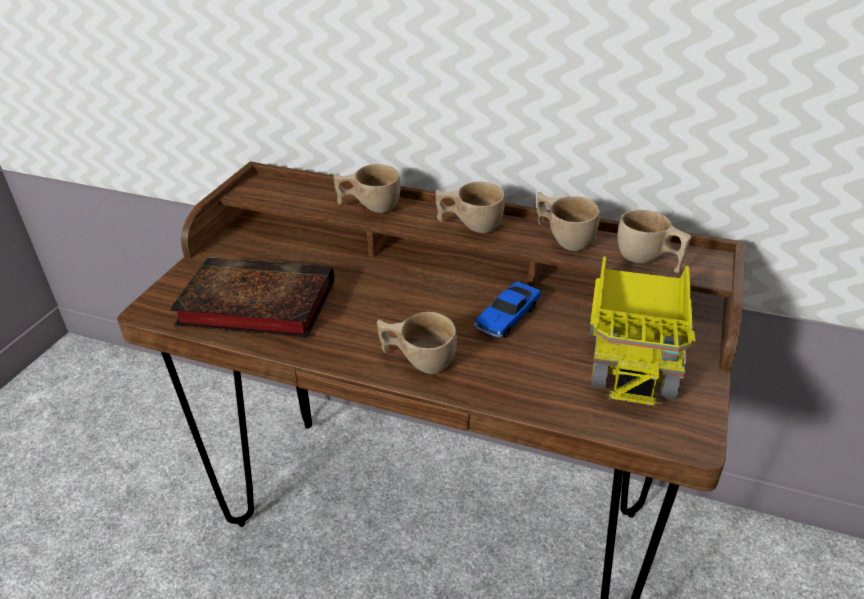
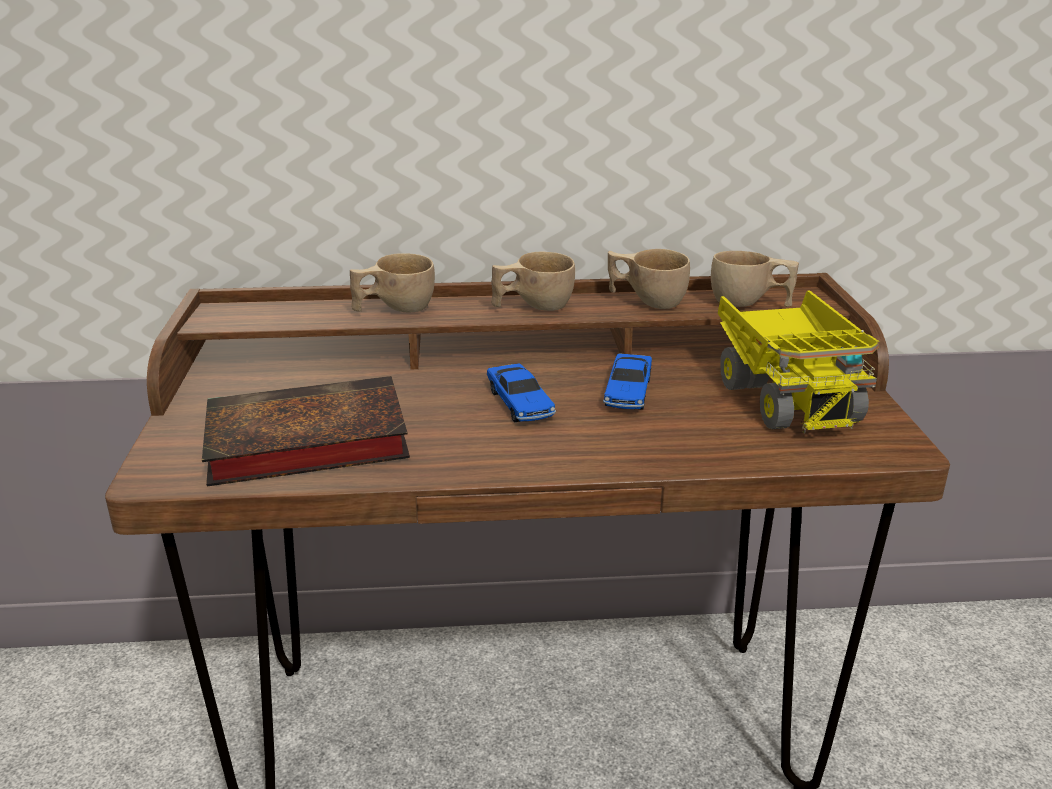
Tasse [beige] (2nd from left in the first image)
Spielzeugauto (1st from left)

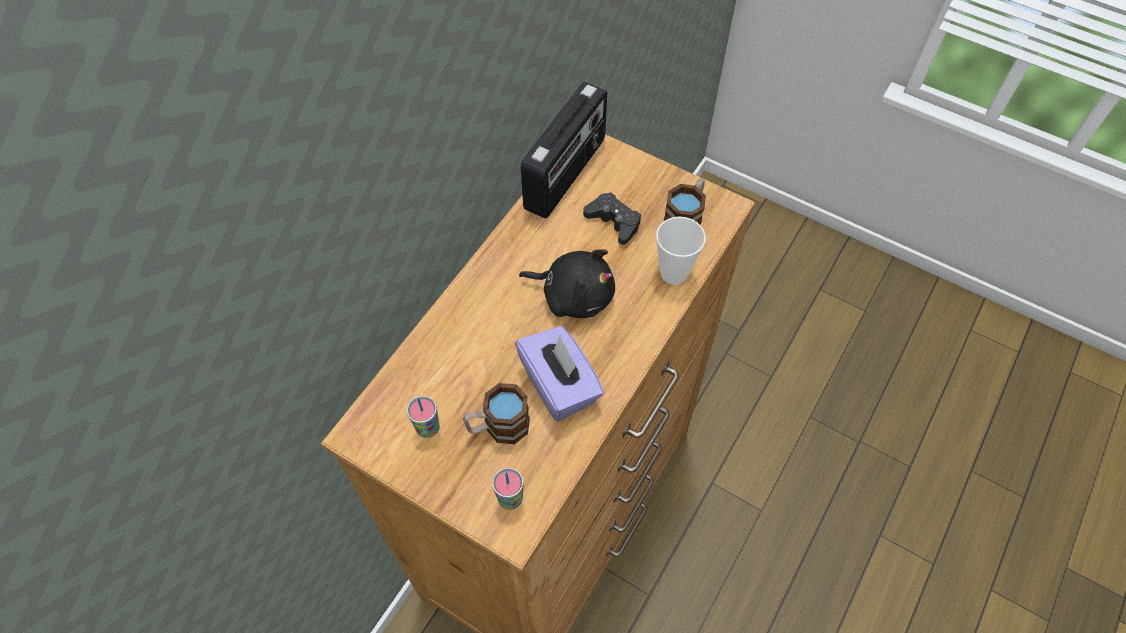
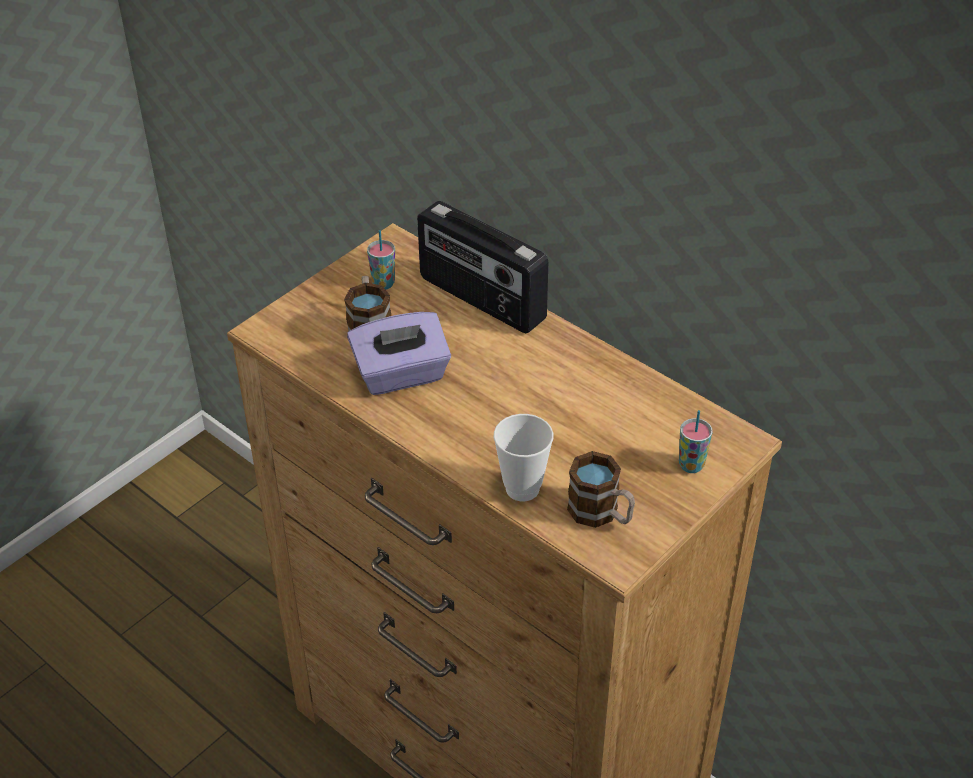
Plüschtier [schwarz]
Gamepad [schwarz]
Tasse (3rd from left)
Radio

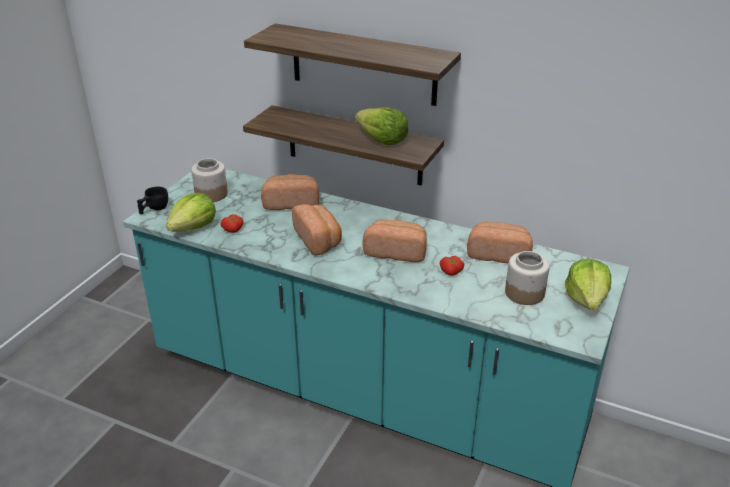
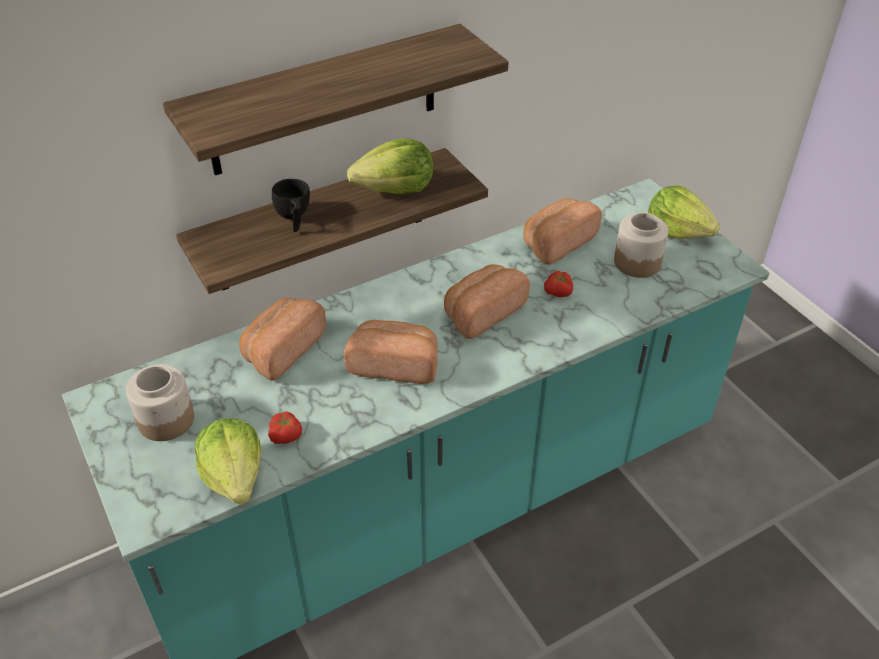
Tasse [schwarz]

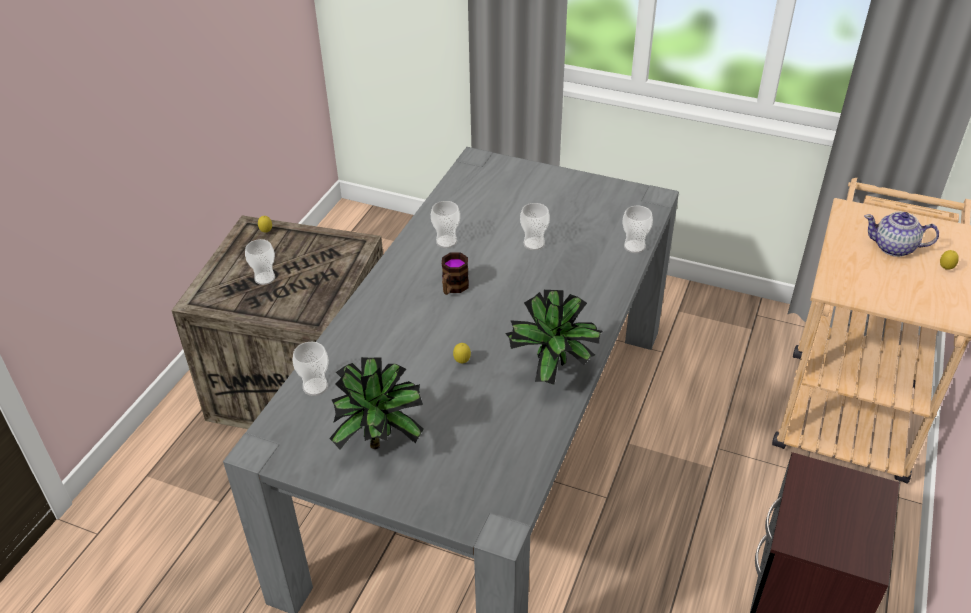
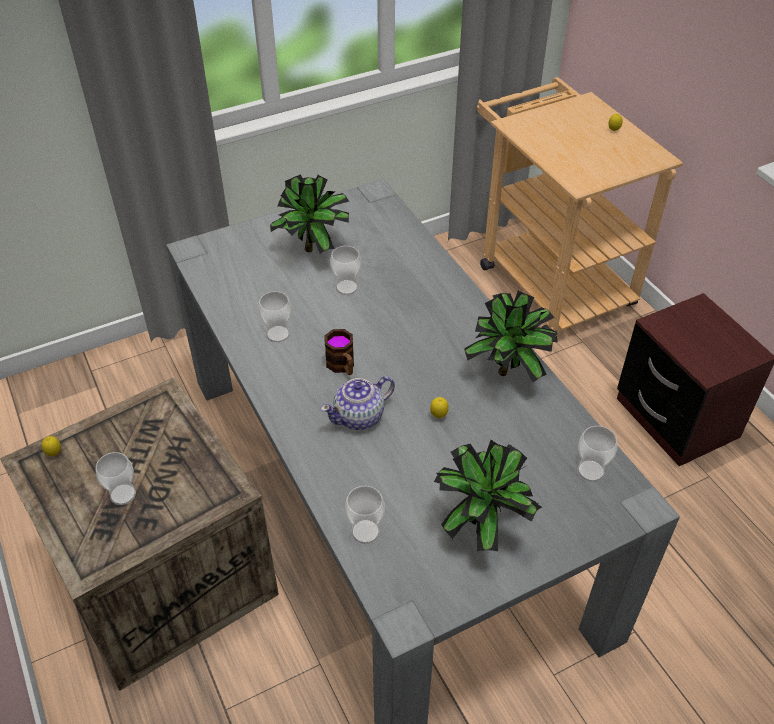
Topfpflanze (1st from left)
Tasse (5th from left)
Teekanne

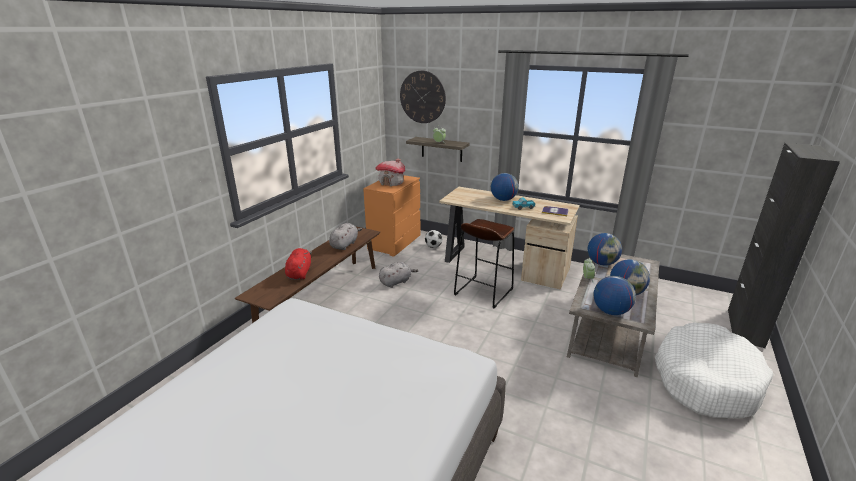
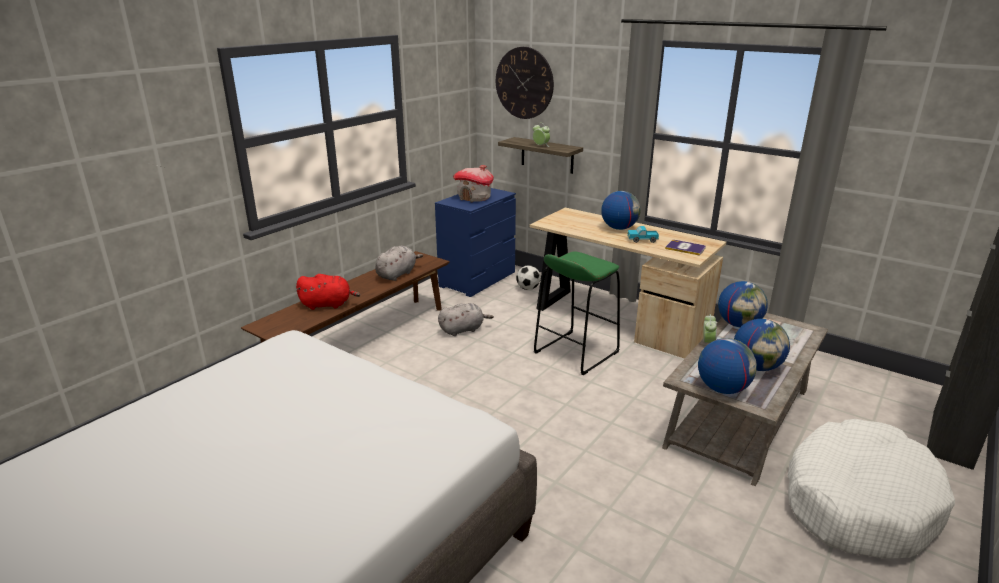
Kommode [blau]
Hocker [grün]
Plüschtier [rot]

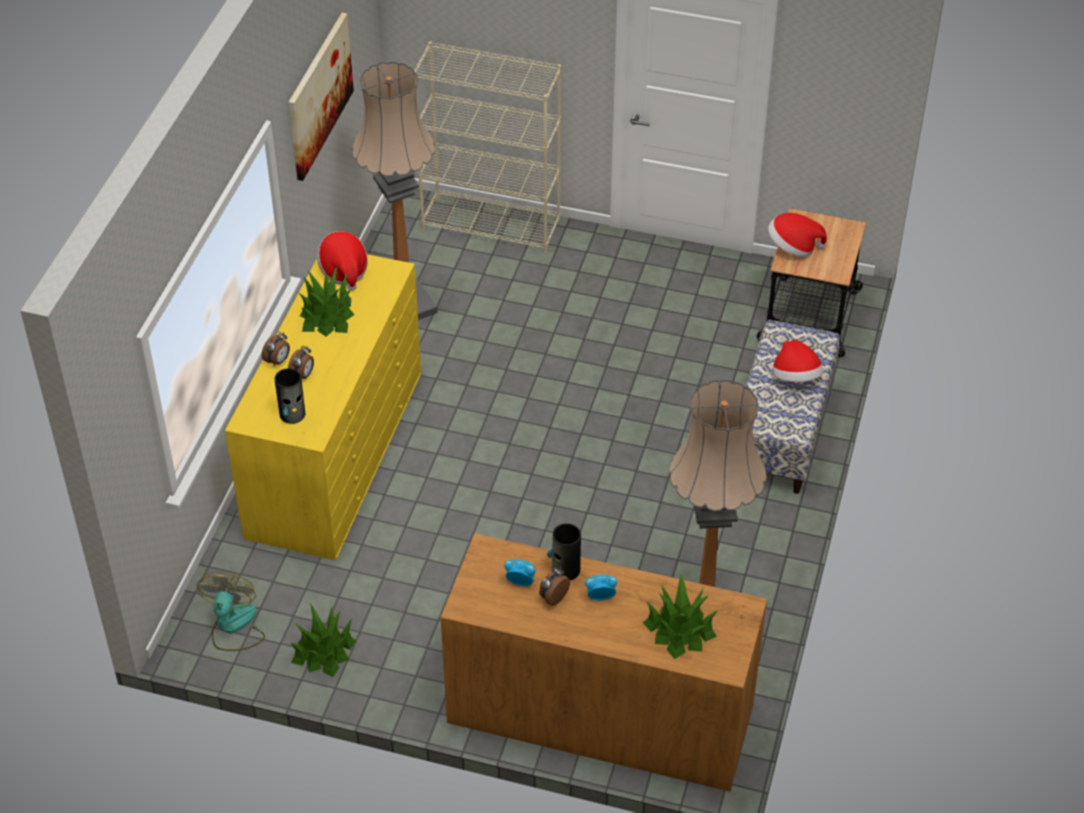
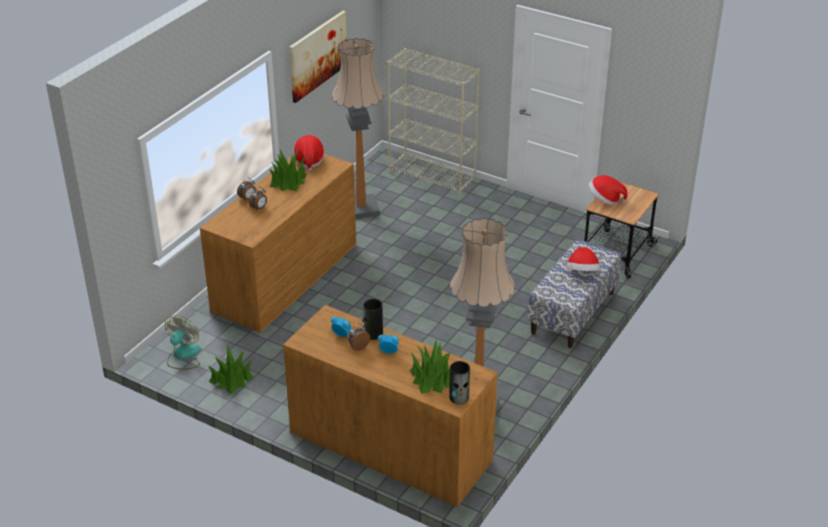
Vase (2nd from left)
Kommode [braun] (1st from left)

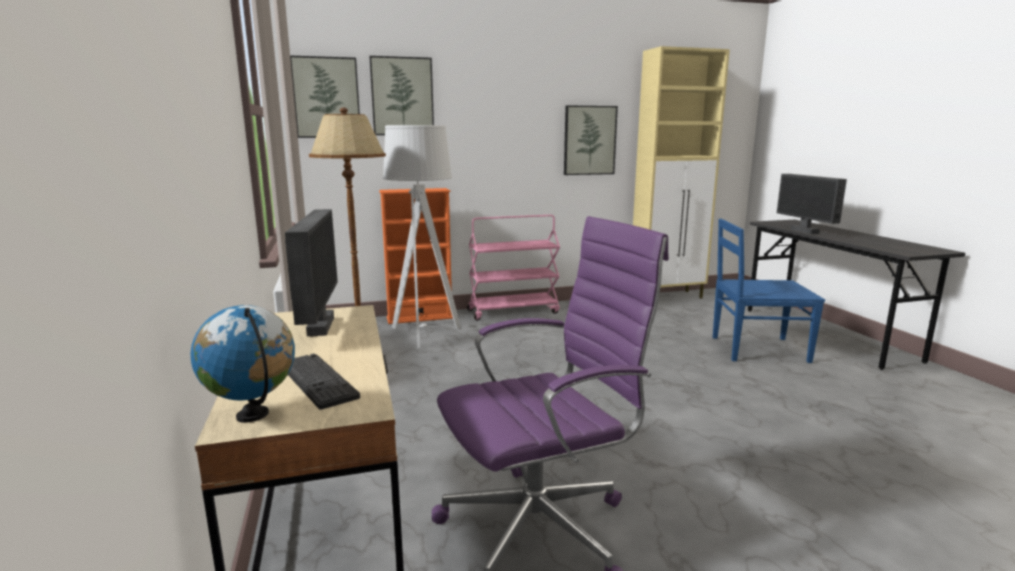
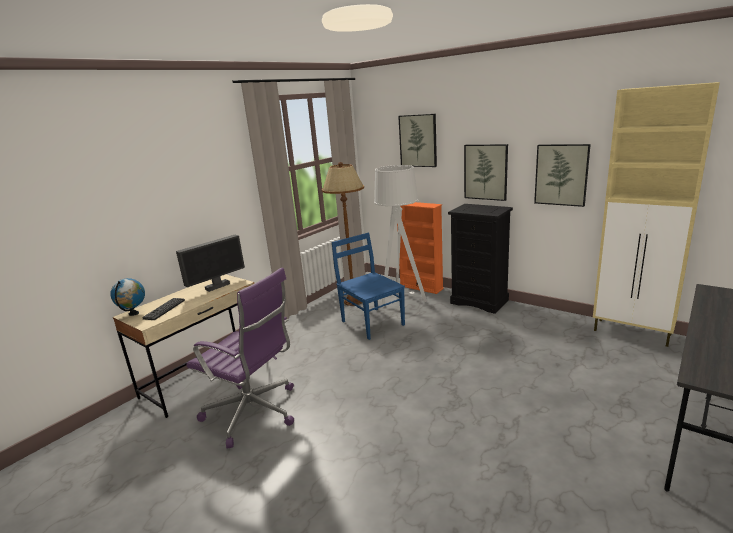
Monitor (2nd from left in the first image)
Bild (2nd from left)
Stuhl [blau]
Kommode [schwarz]

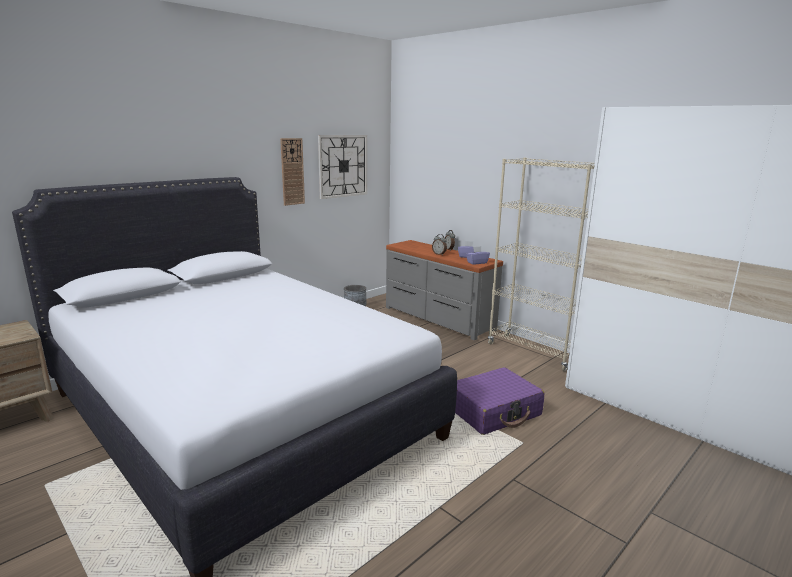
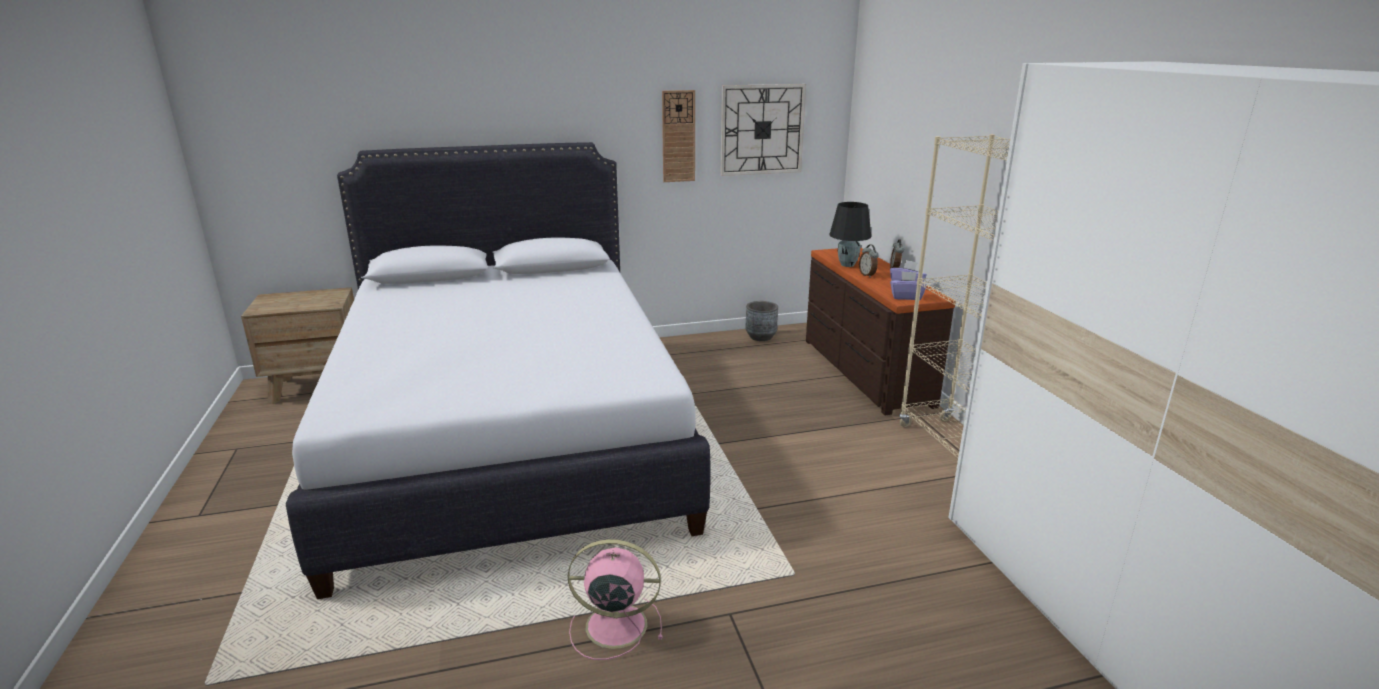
Koffer [lila]
Ventilator [rosa]
Tischlampe [schwarz]
Kommode [braun]

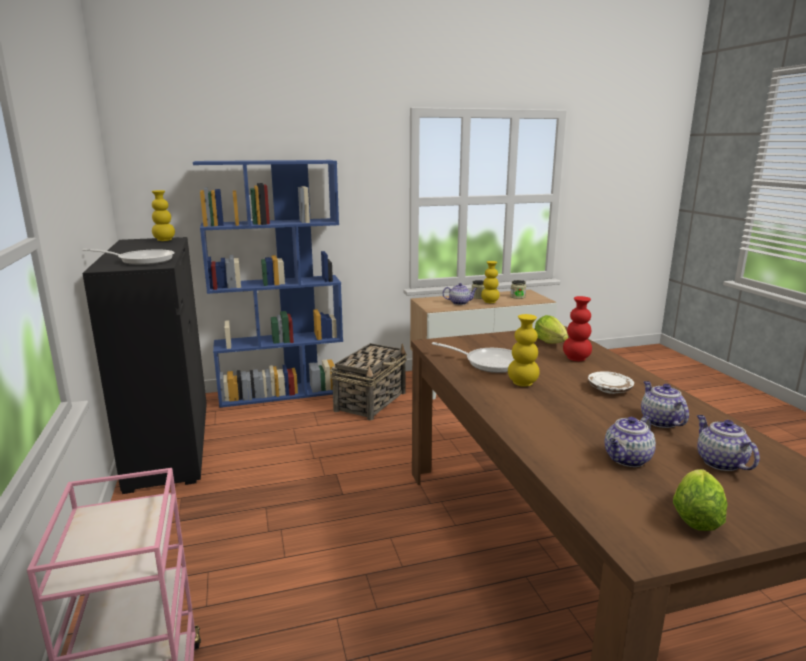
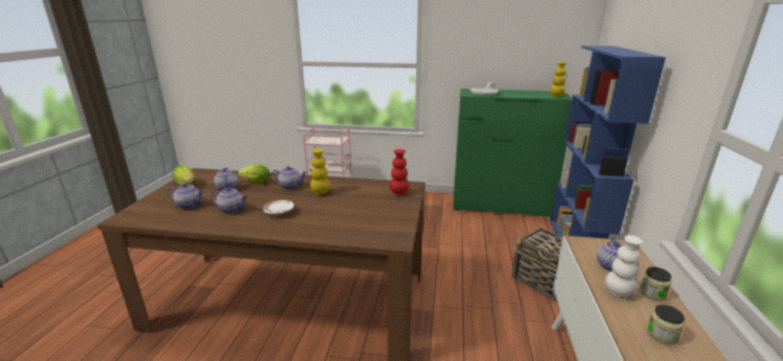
Pfanne (2nd from left in the first image)
Teekanne (4th from left)
Salatkopf (2nd from left)
Vase [rot]
Kommode [grün]
Vase [weiß]

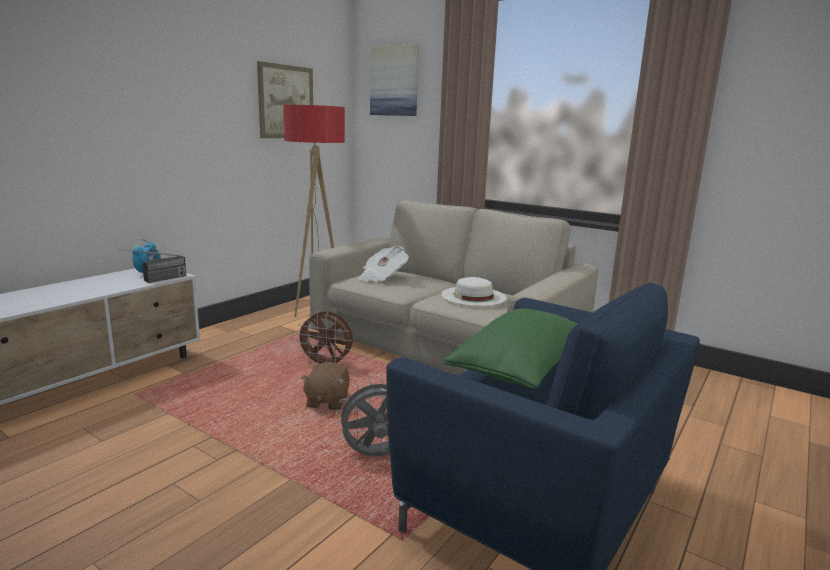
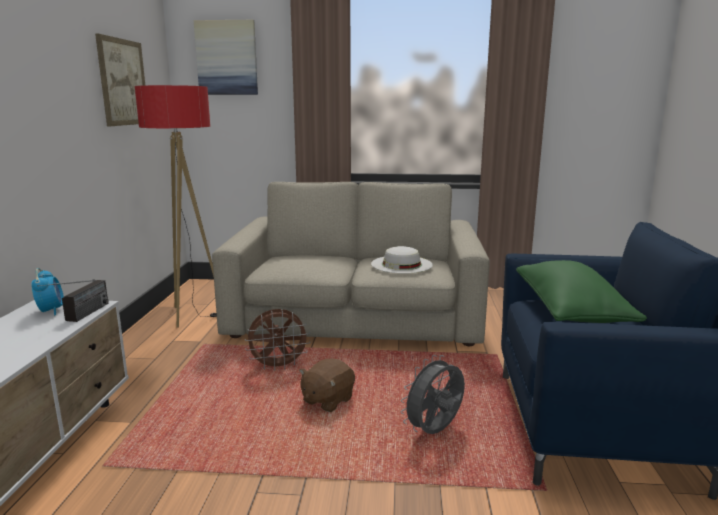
Zeitung
Plüschtier [braun]

